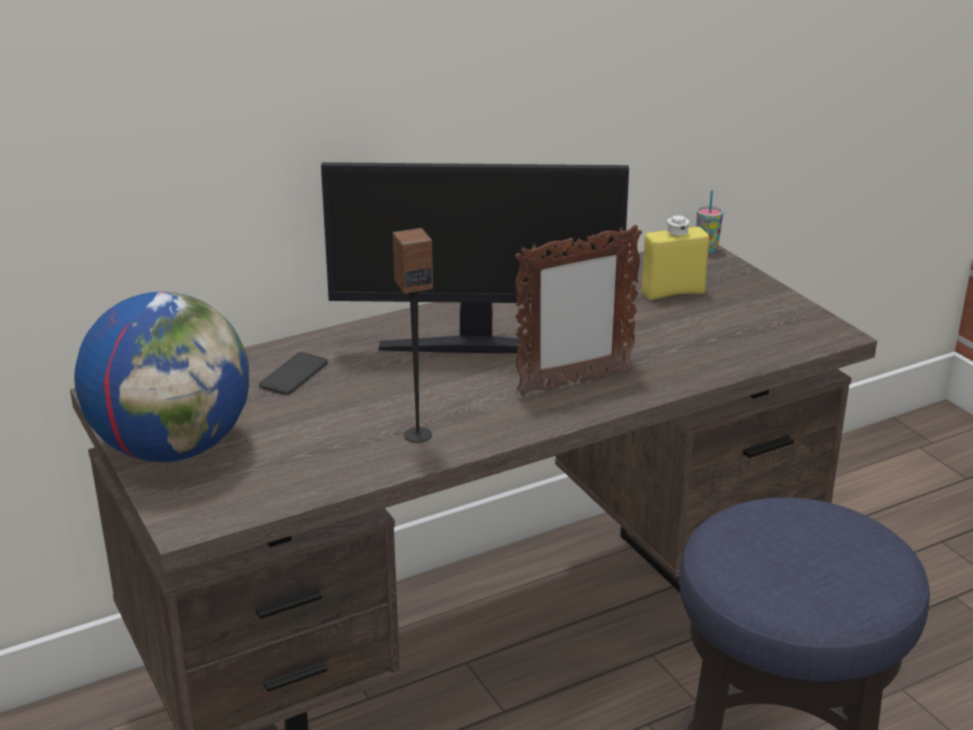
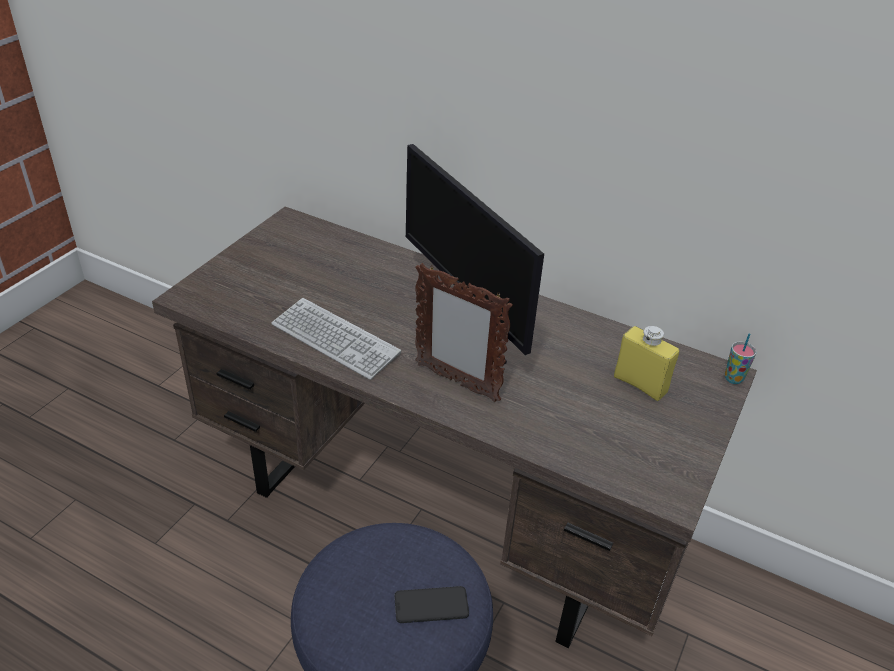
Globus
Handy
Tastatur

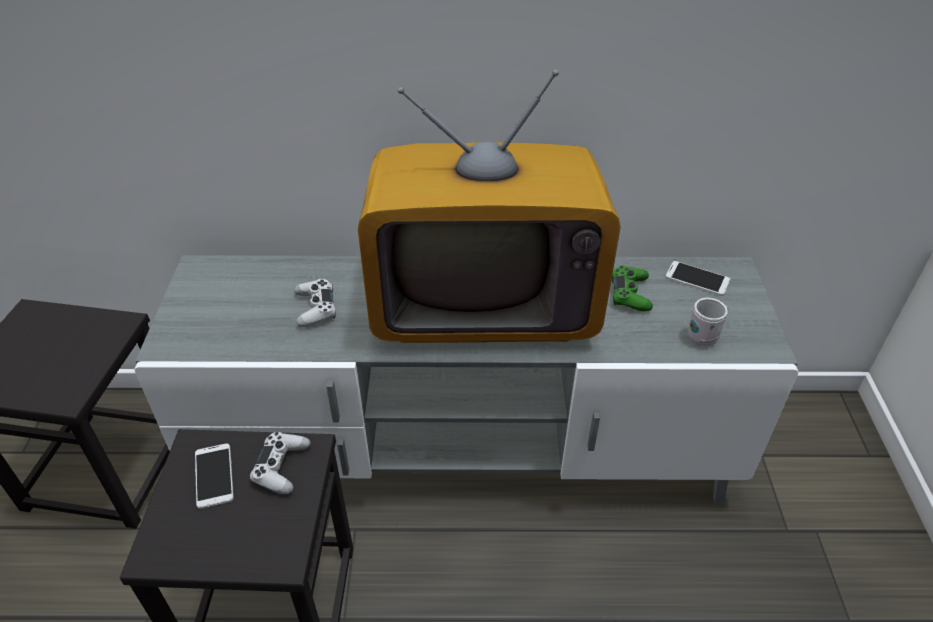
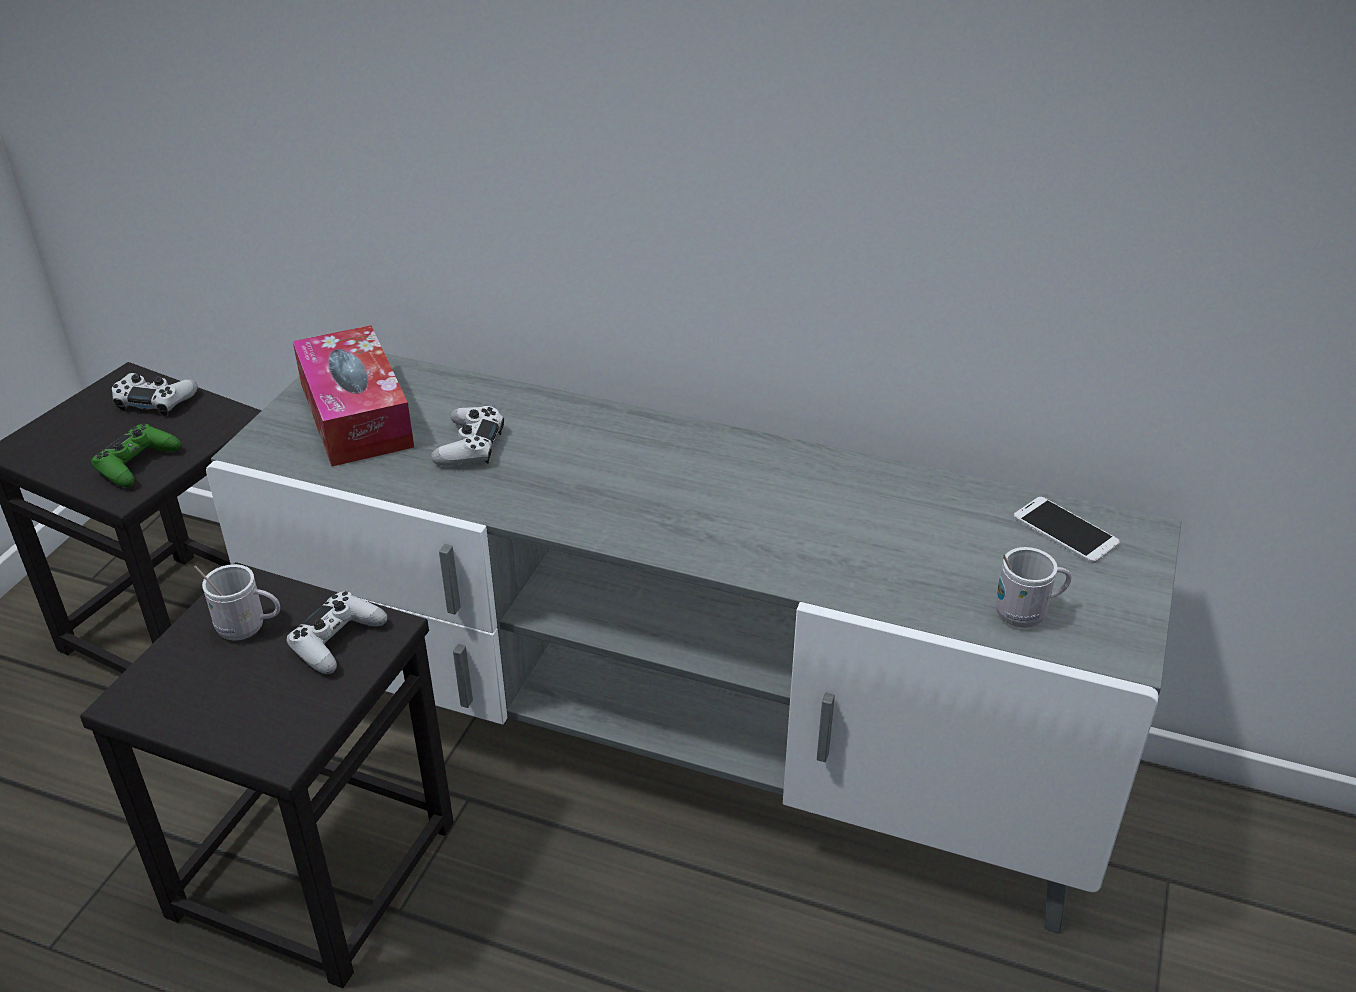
Fernseher
Gamepad [weiß] (1st from left)
Taschentuchbox
Gamepad [grün]
Henkelbecher [weiß] (1st from left)

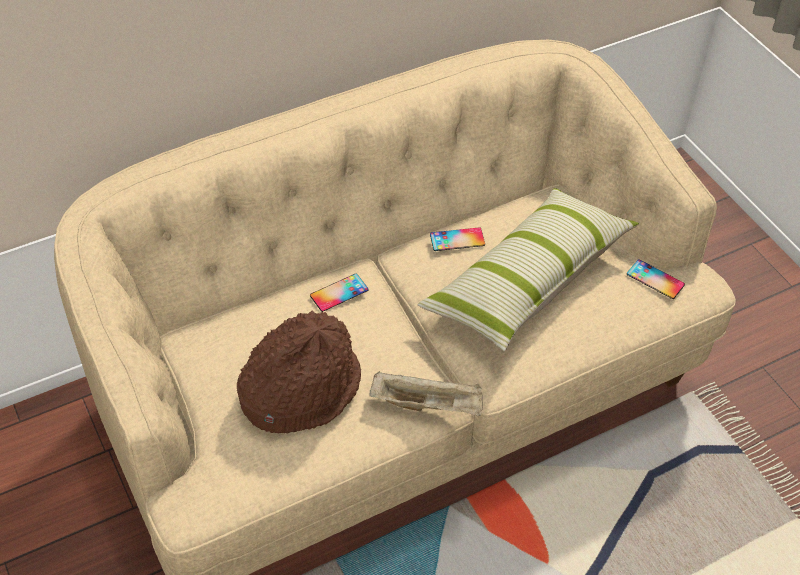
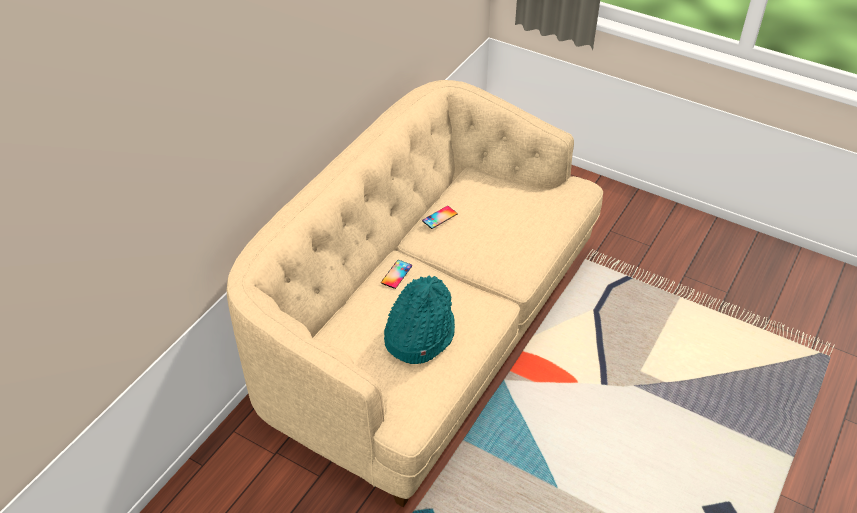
Tablett [beige]
Kissen
Handy (3rd from left in the first image)
Hut [türkis]

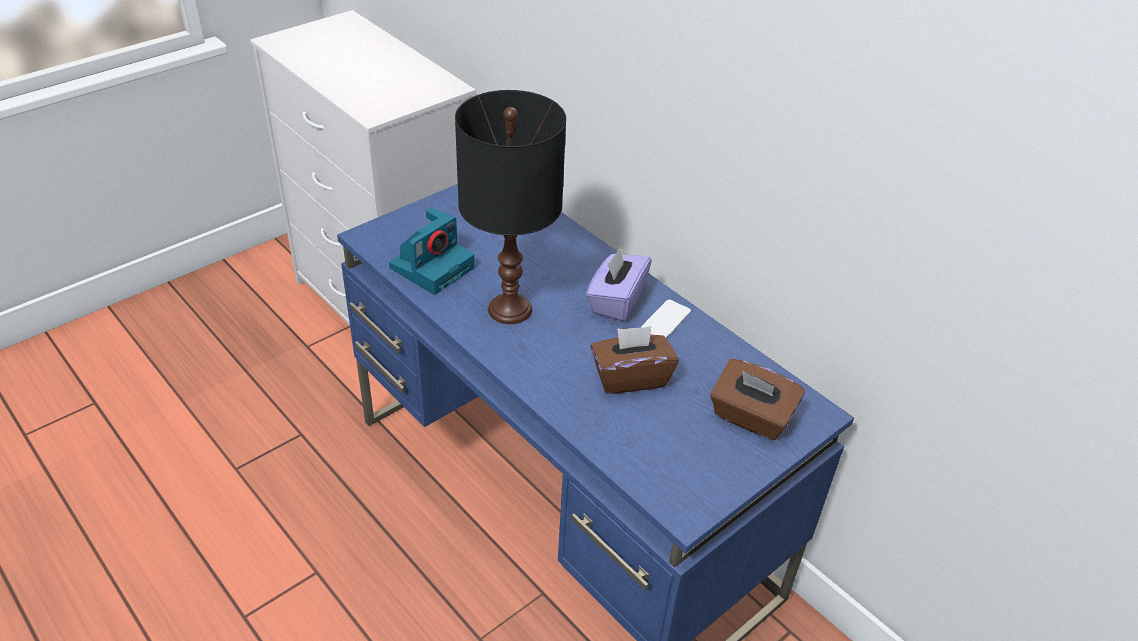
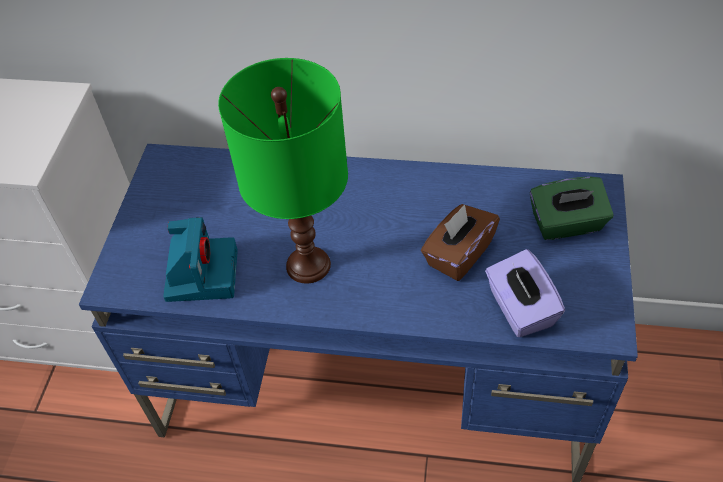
Handy
Taschentuchbox [lila]
Tischlampe [grün]
Taschentuchbox [grün]

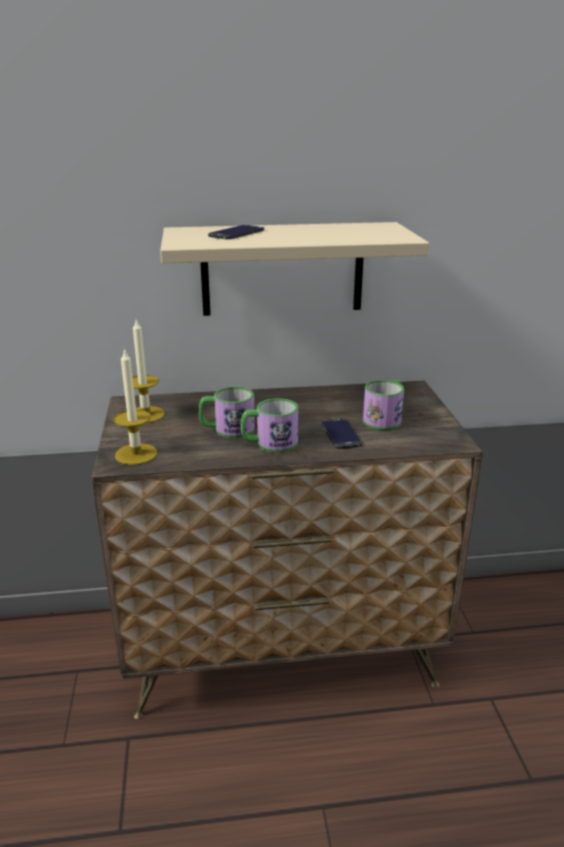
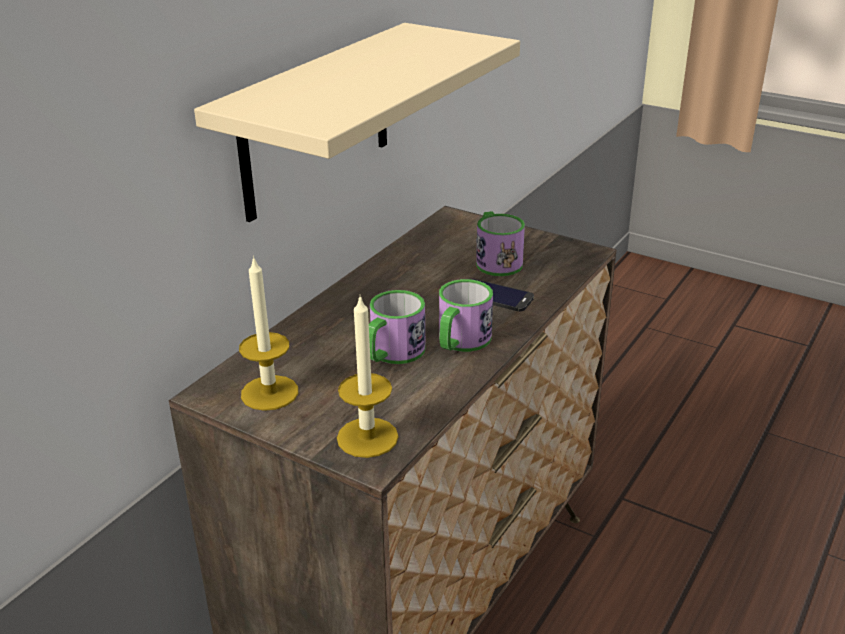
Handy (1st from left in the first image)

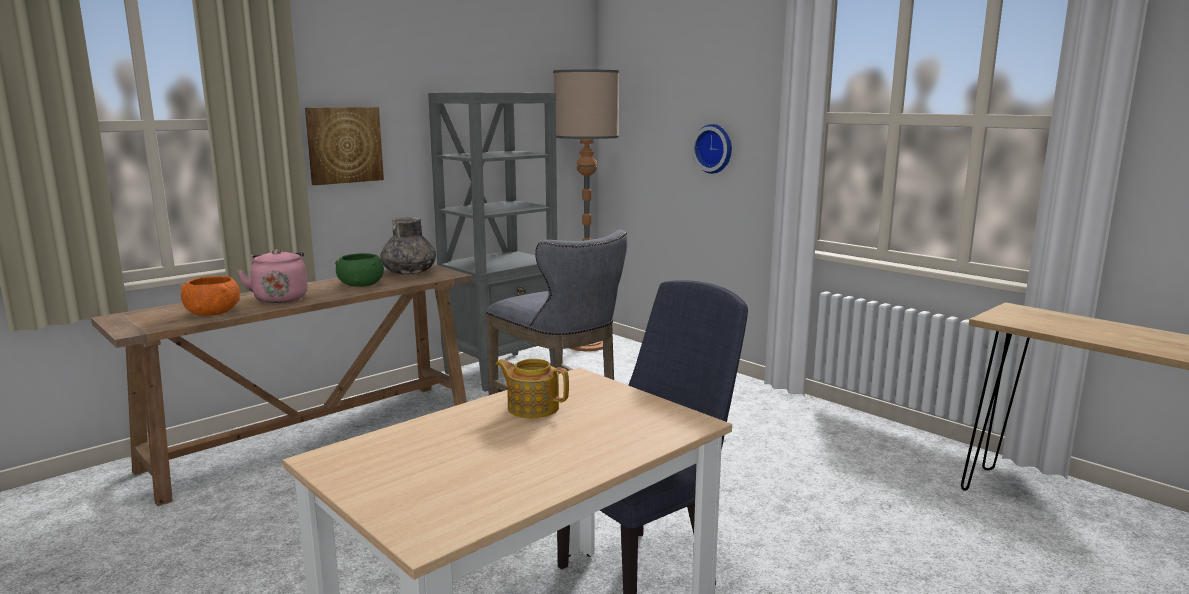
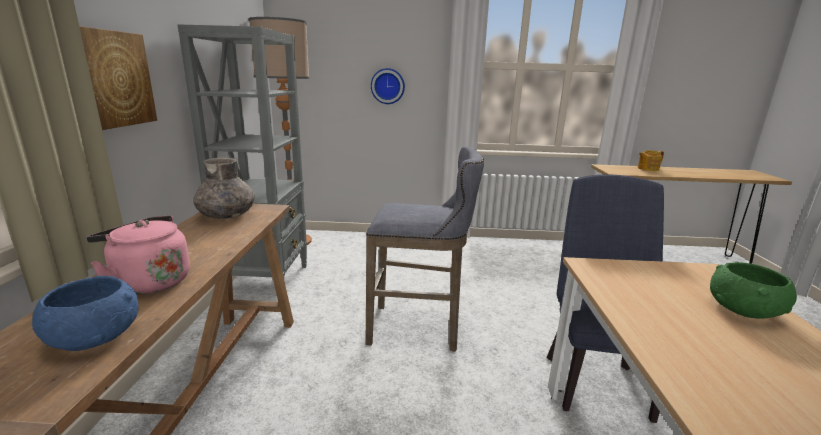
Schüssel [grün]
Teekanne
Schüssel [blau]

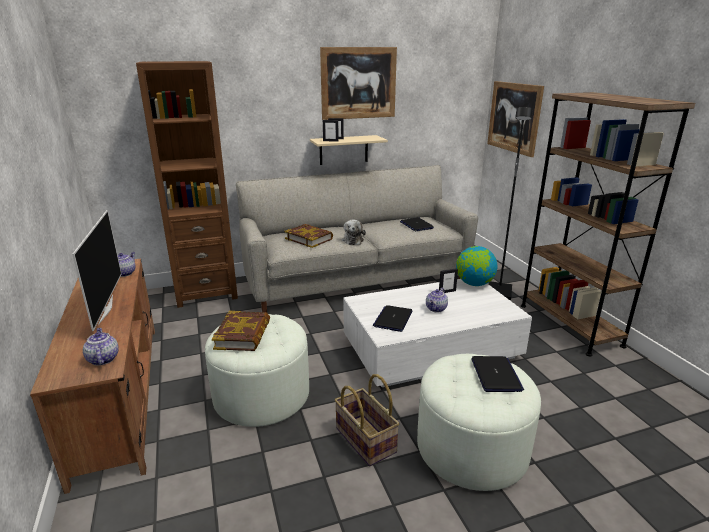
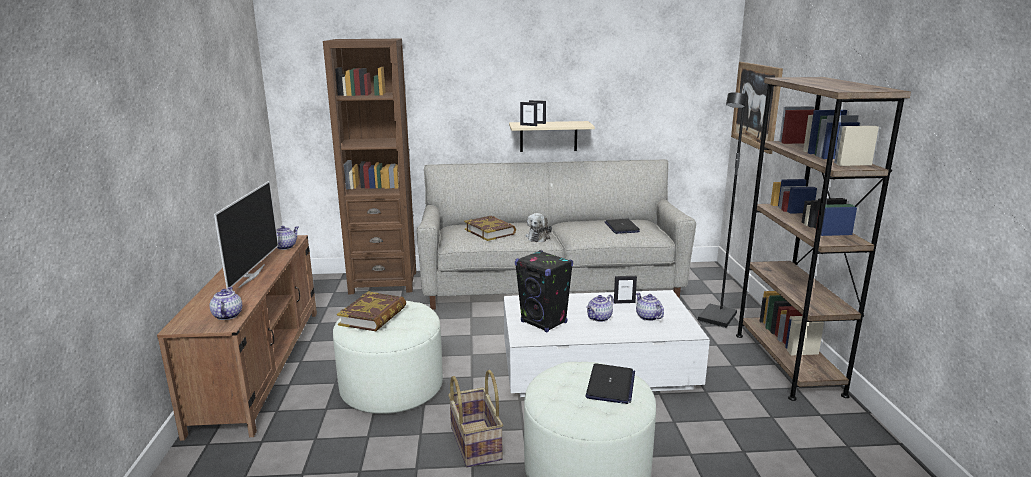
Bild (1st from left in the first image)
Globus
Teekanne (4th from left)
Lautsprecher [schwarz]

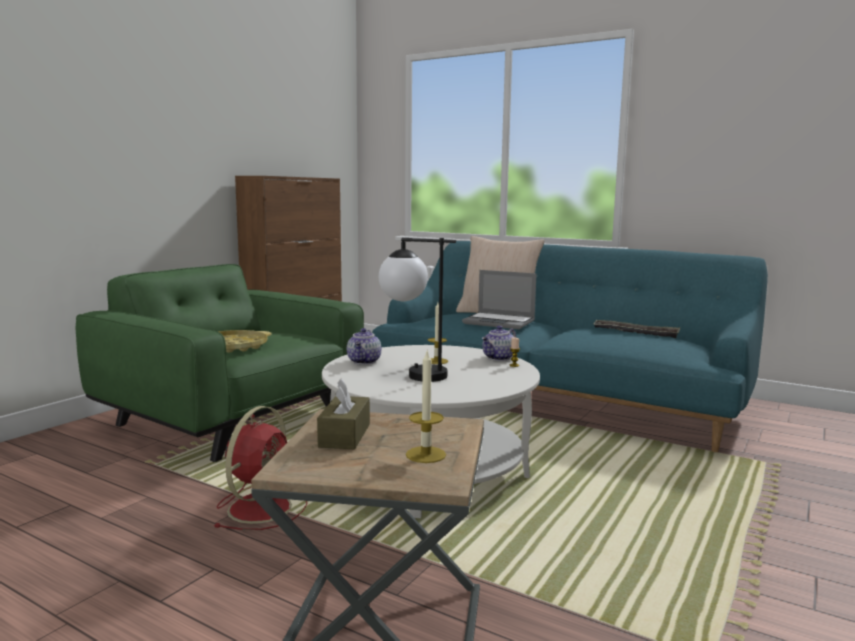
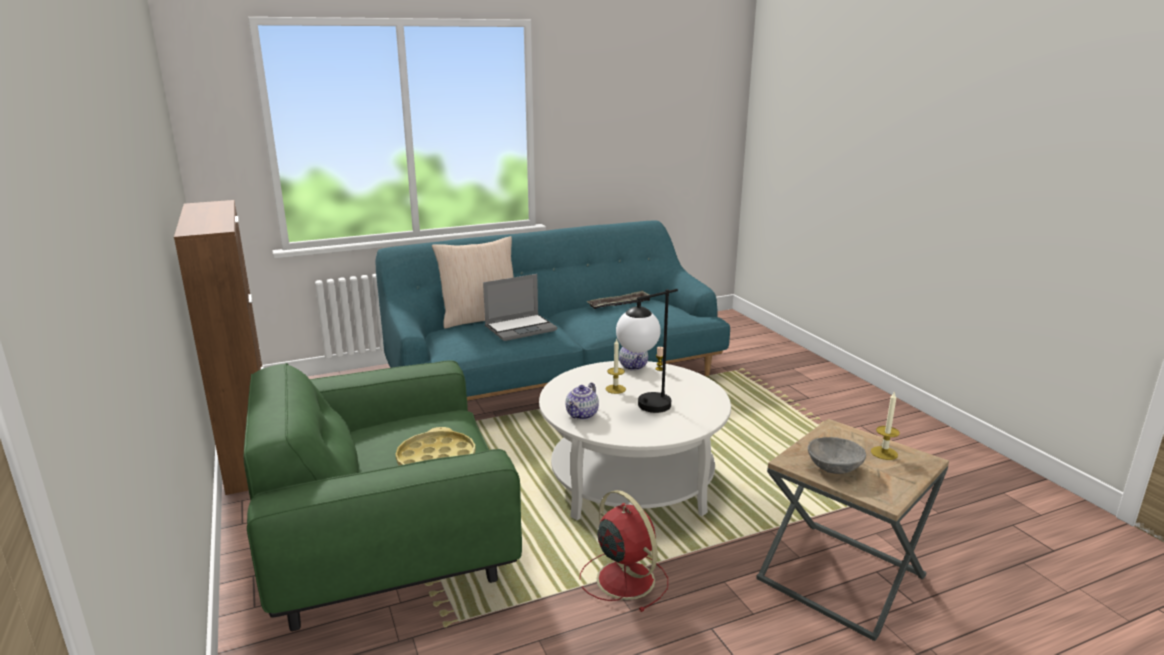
Schüssel [grau]
Teekanne (1st from left)

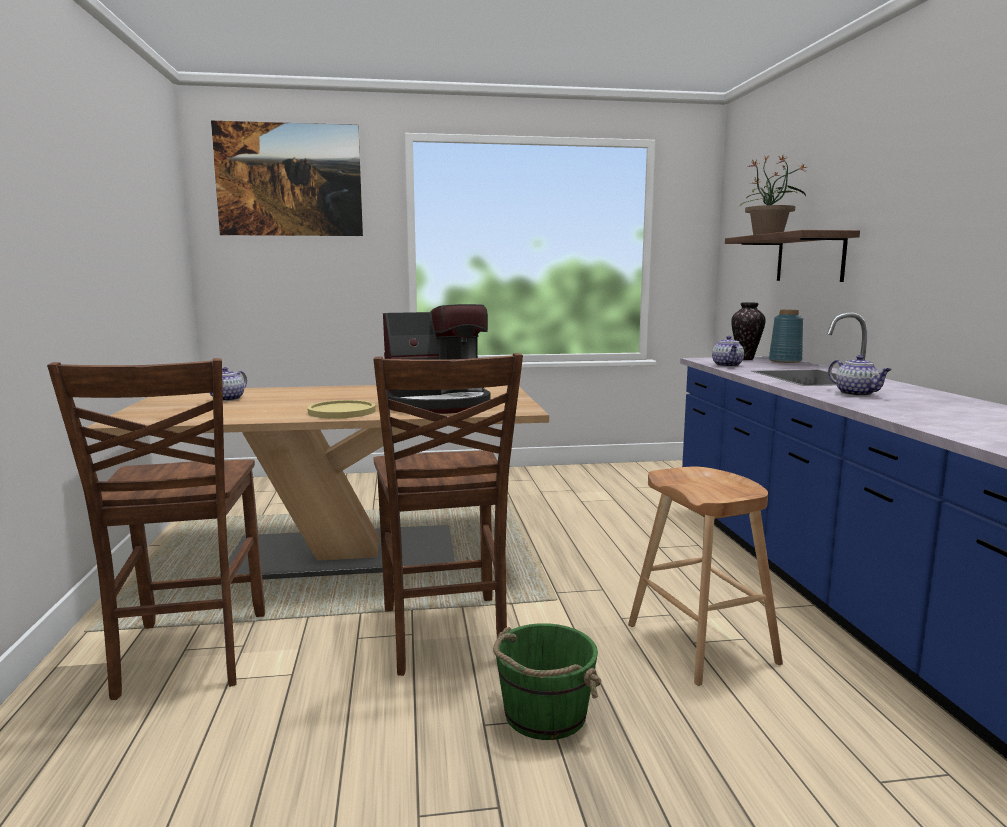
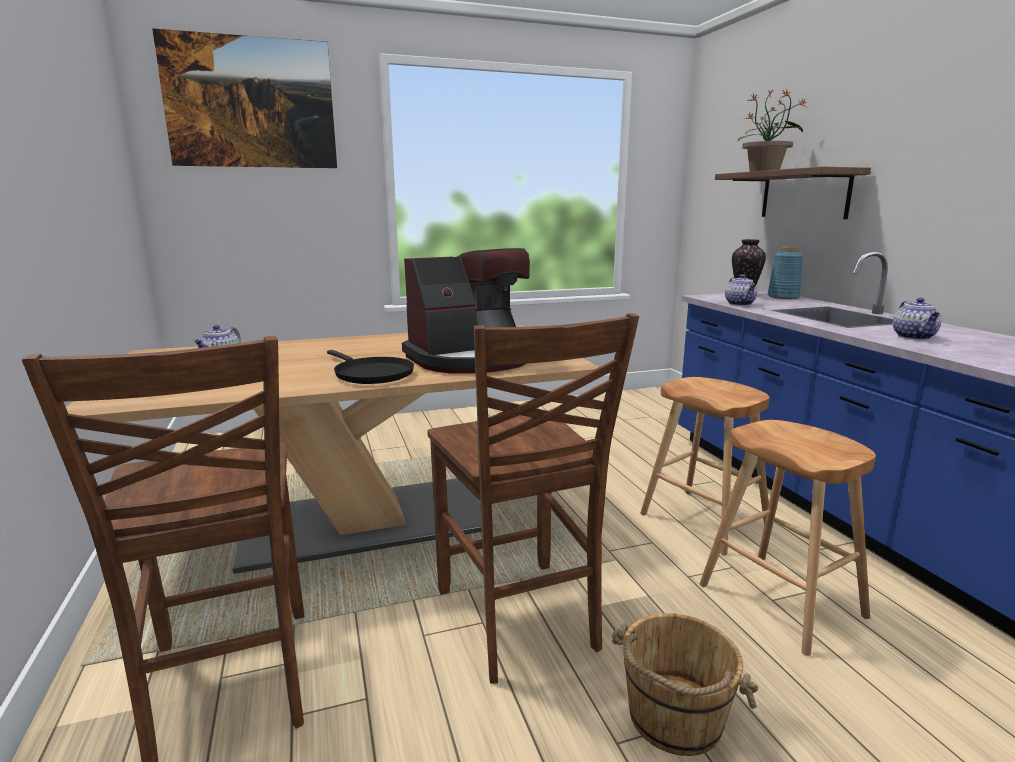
Hocker [braun] (1st from left)
Pfanne [schwarz]
Eimer [braun]
Teekanne (3rd from left)

